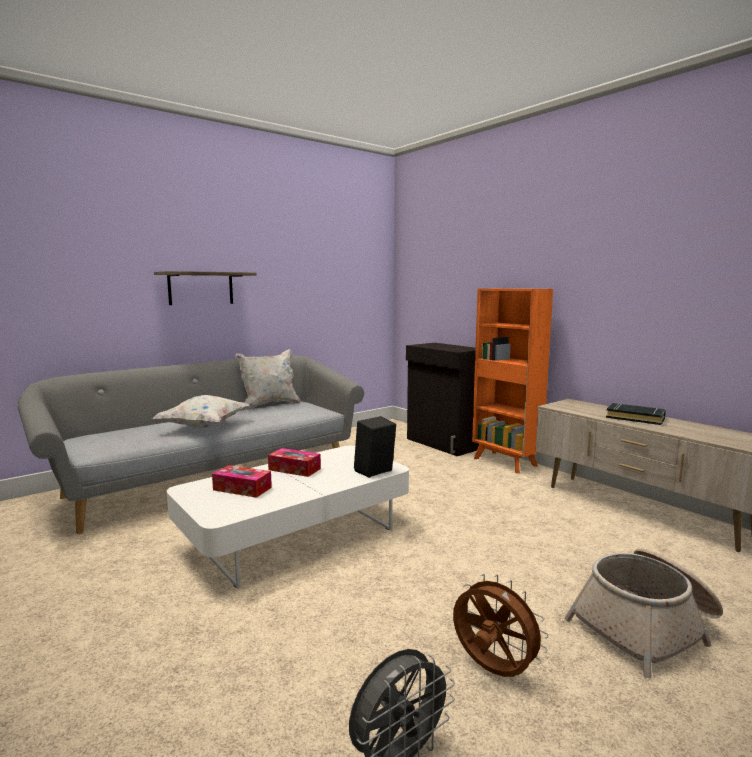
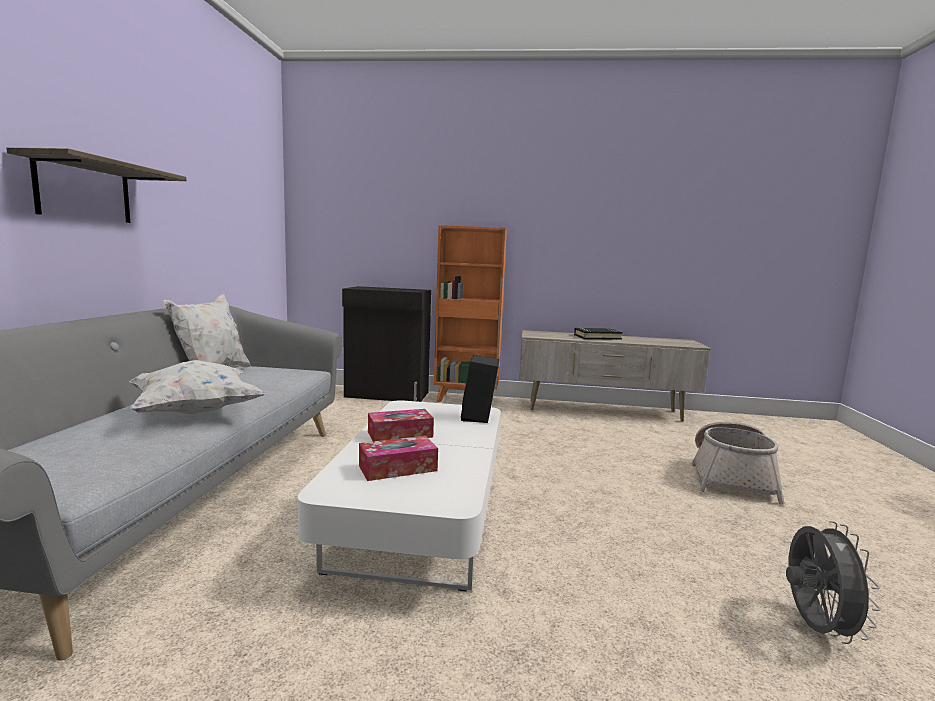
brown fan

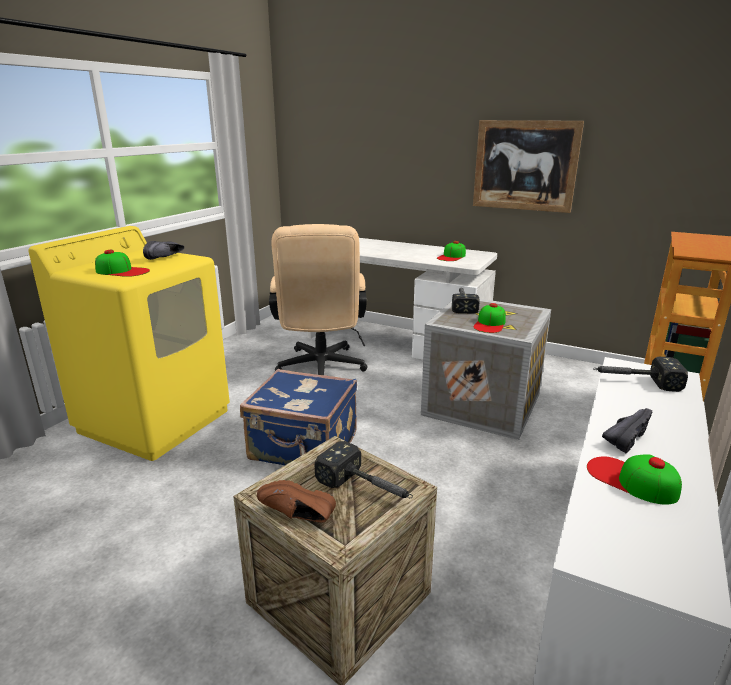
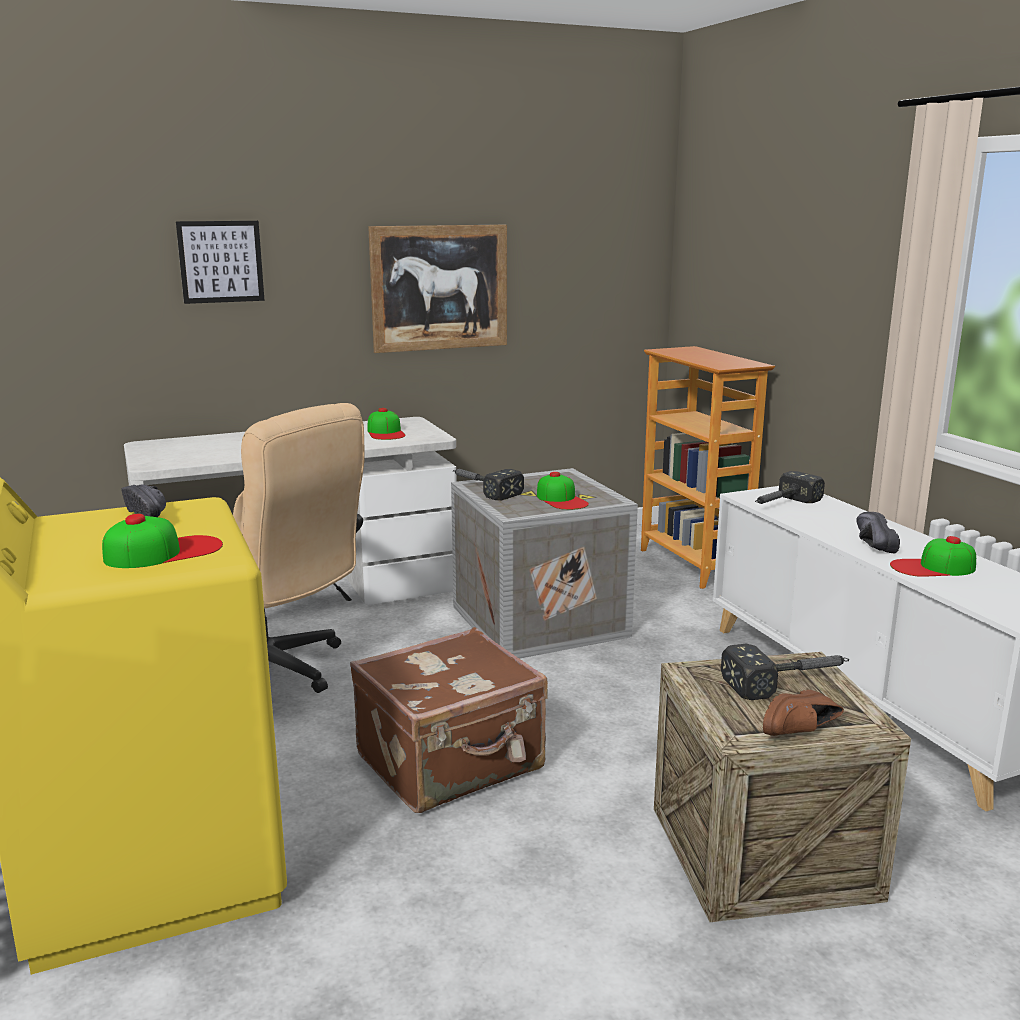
brown suitcase; picture (1st from left)

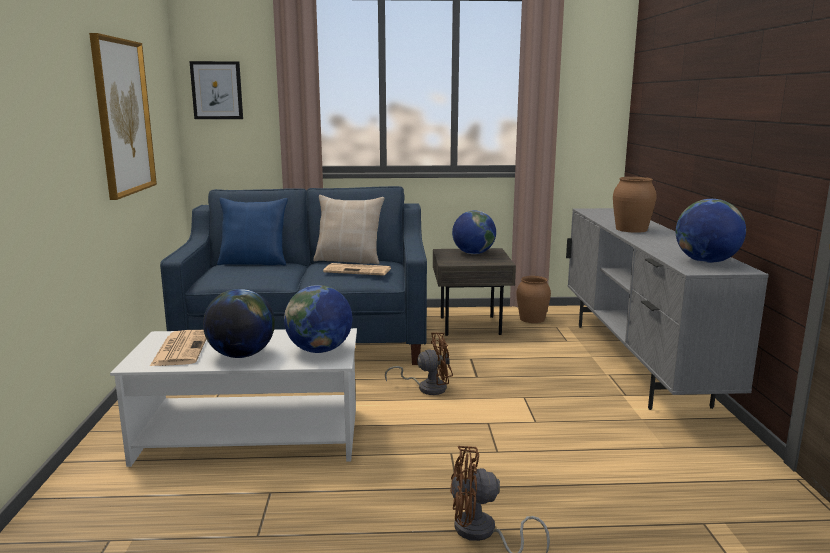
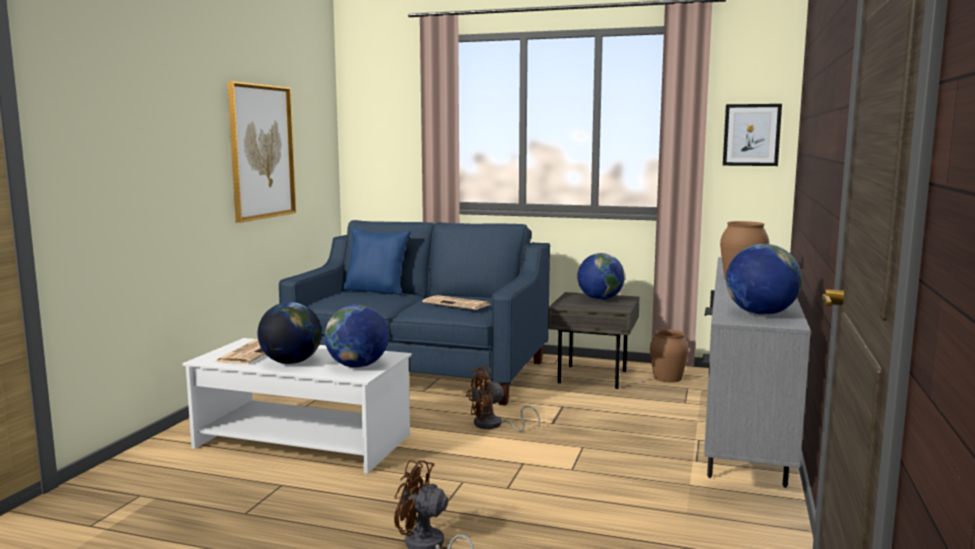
picture (2nd from left); beige pillow; brown fan (2nd from left)

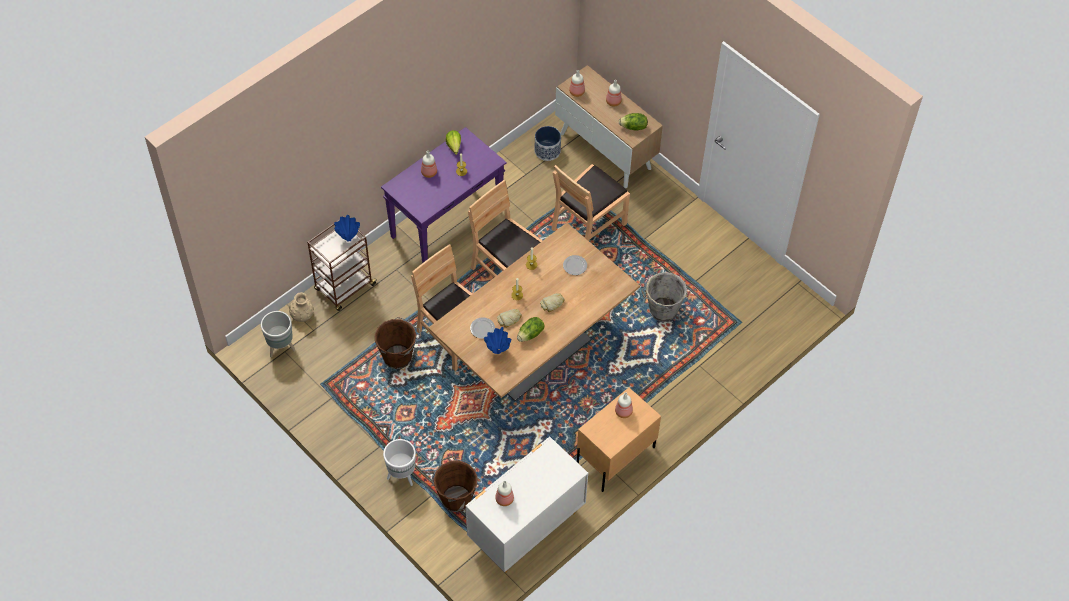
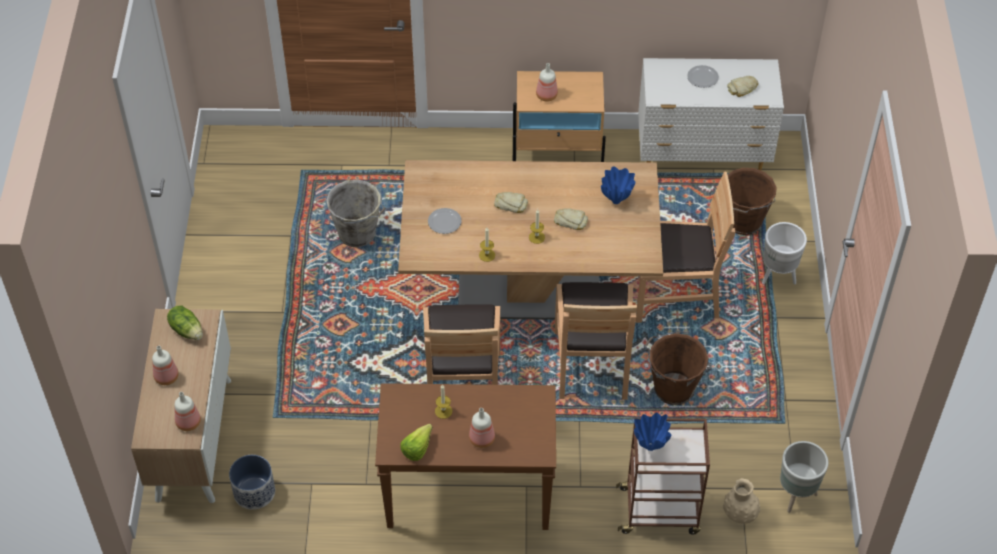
brown console table; brown chair (3rd from left); plate (2nd from left); lettuce (2nd from left in the first image); bread (3rd from left)

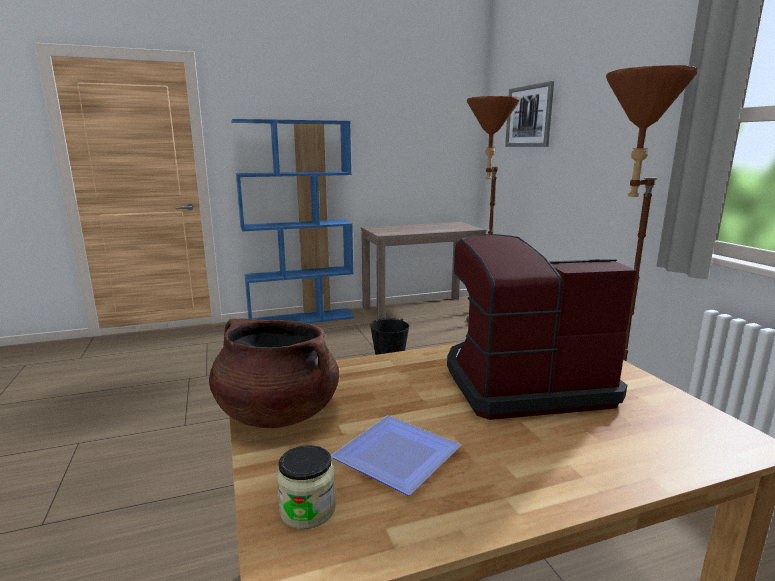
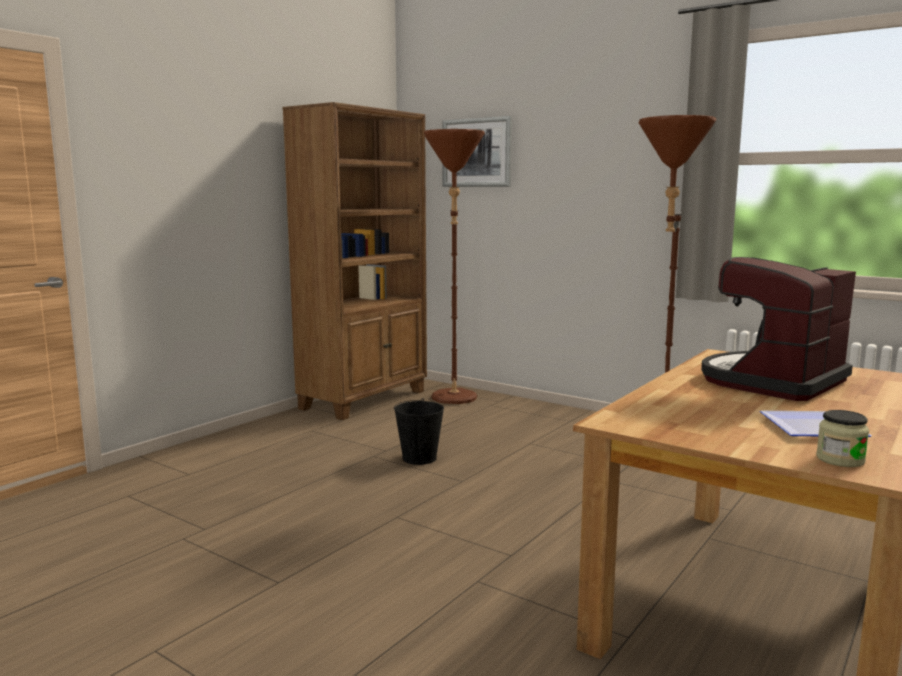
blue bookcase; brown bookcase; brown cooking pot

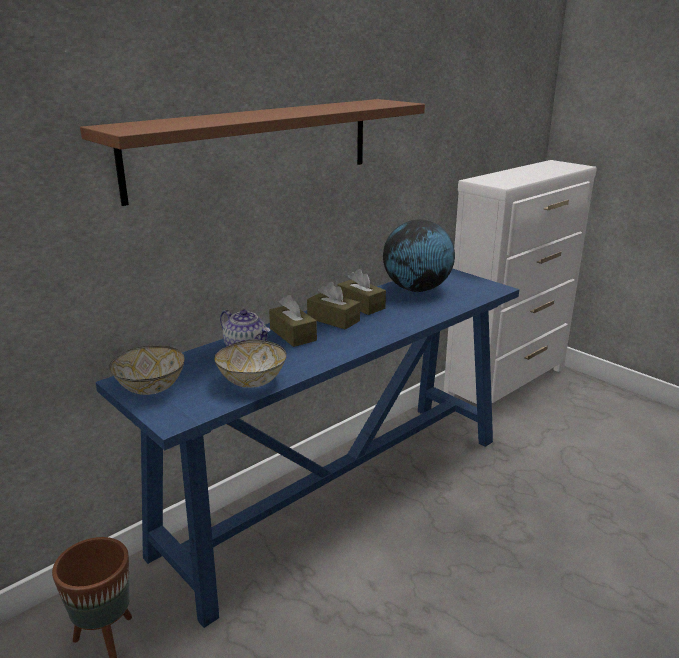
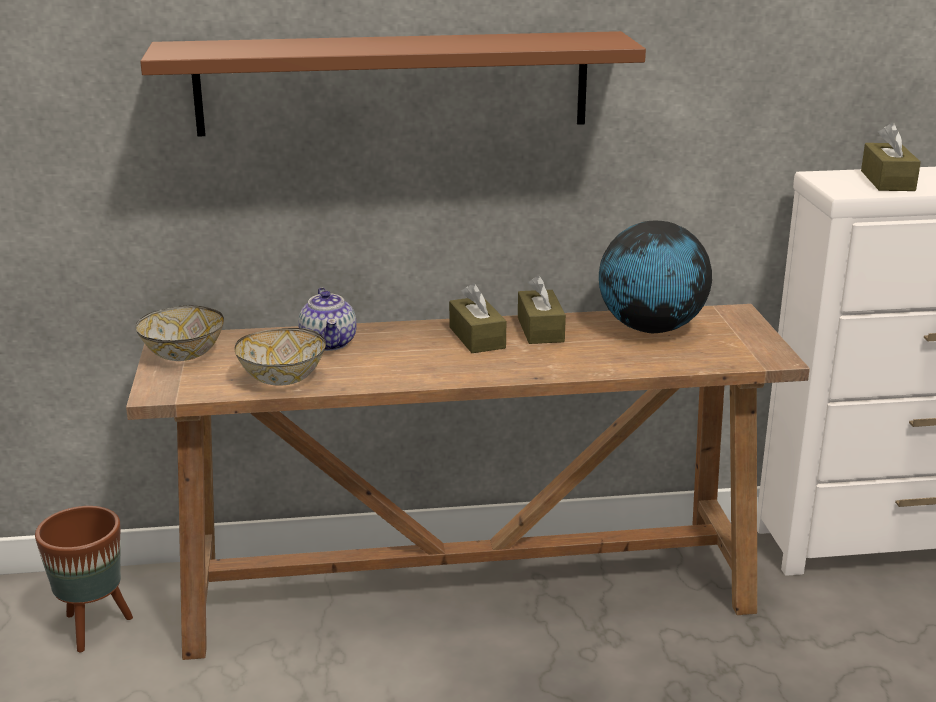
brown console table; brown tissue box (3rd from left)

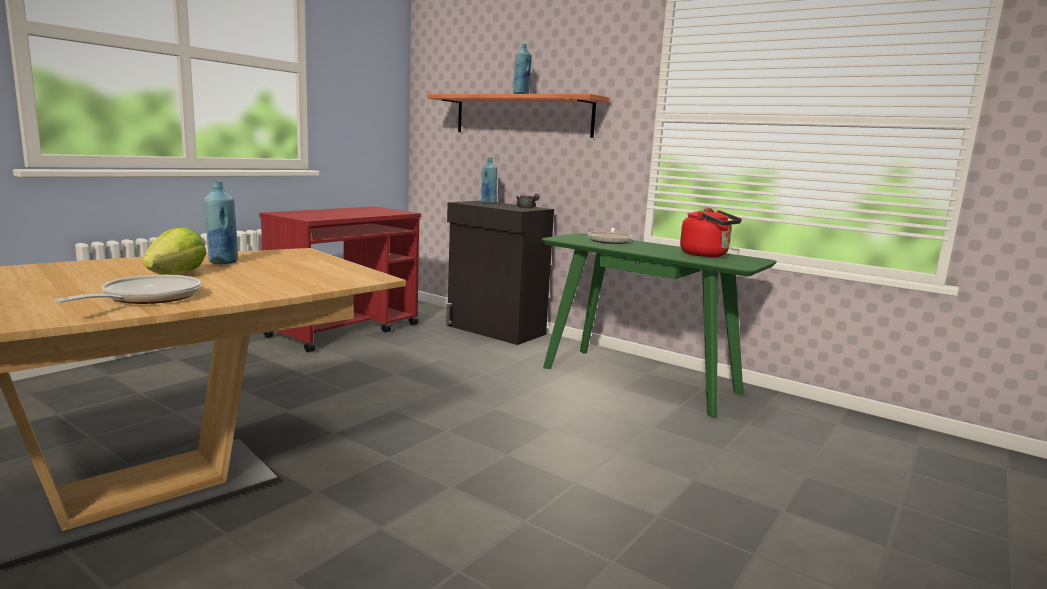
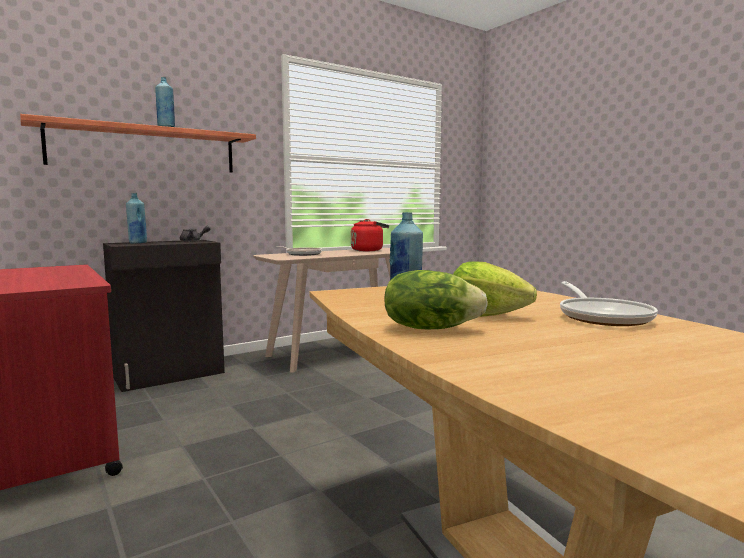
beige console table; frying pan (2nd from left); lettuce (1st from left)

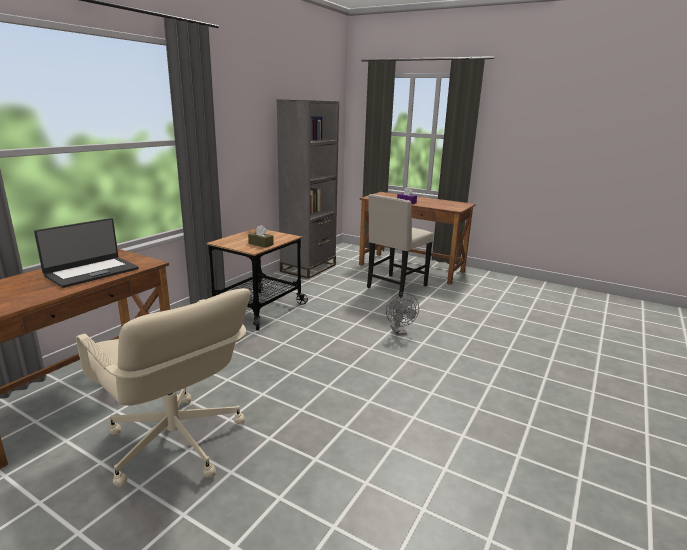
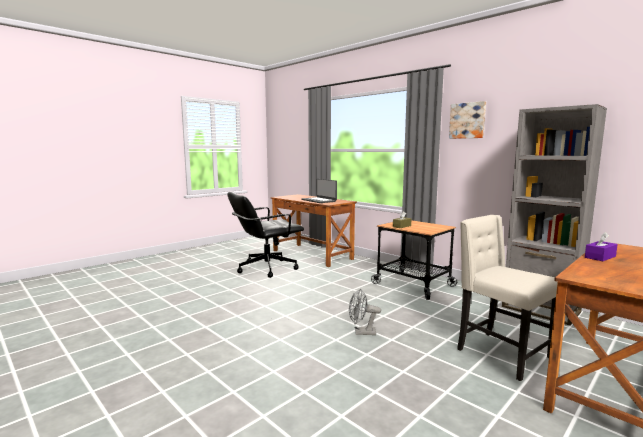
black office chair; picture

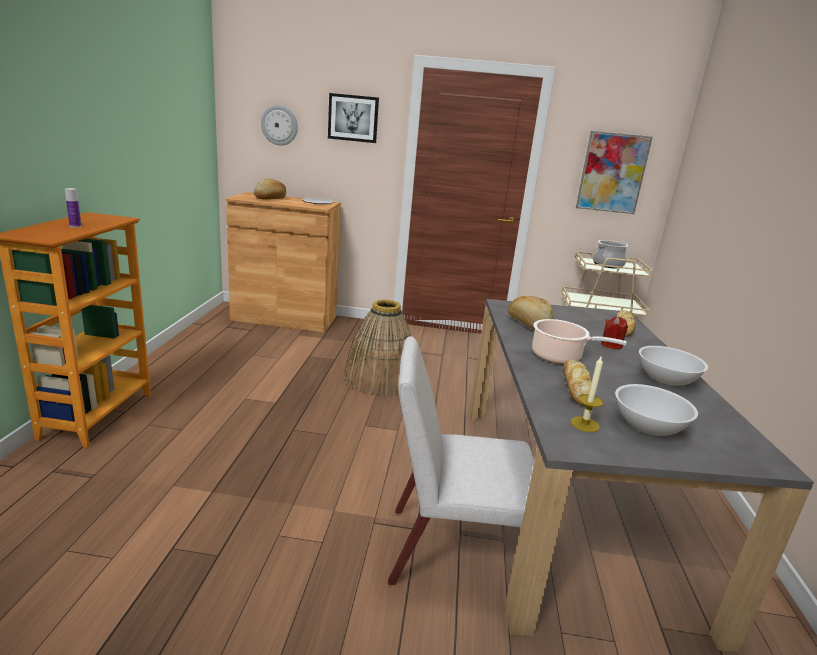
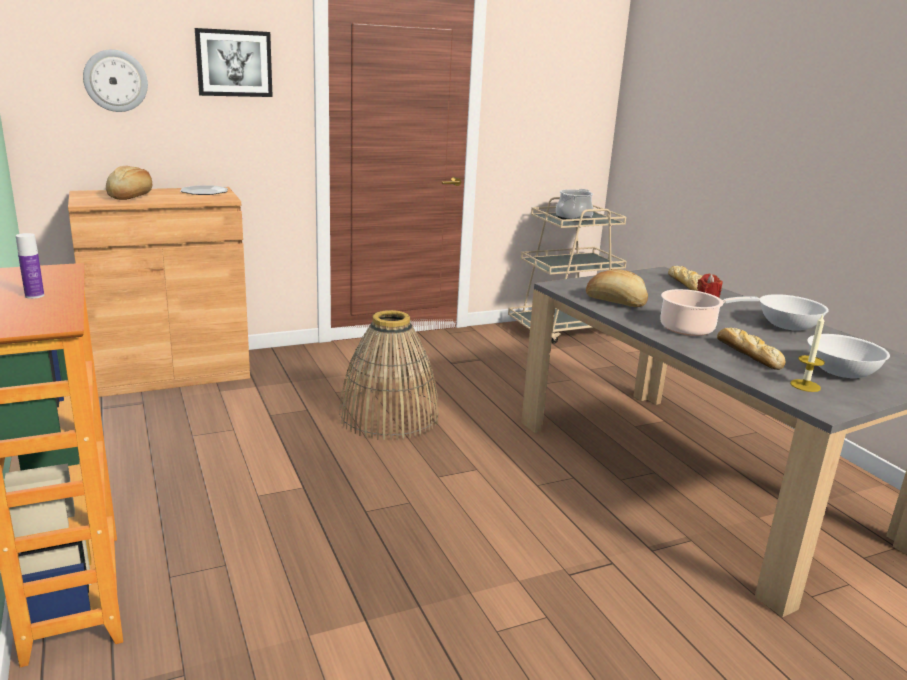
picture (2nd from left in the first image); white chair

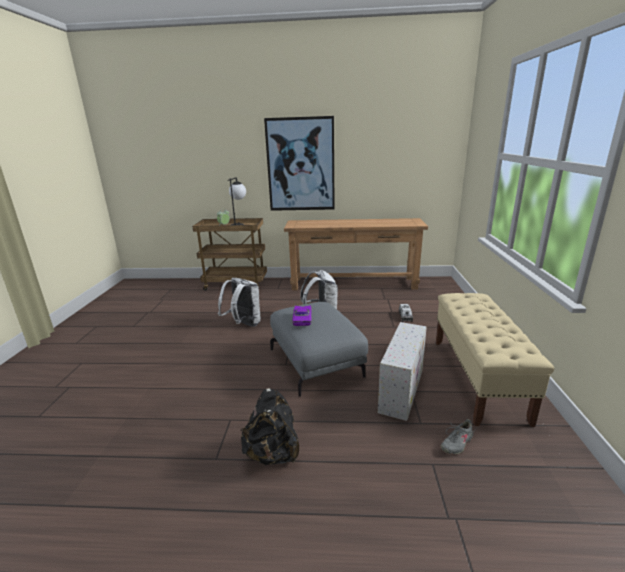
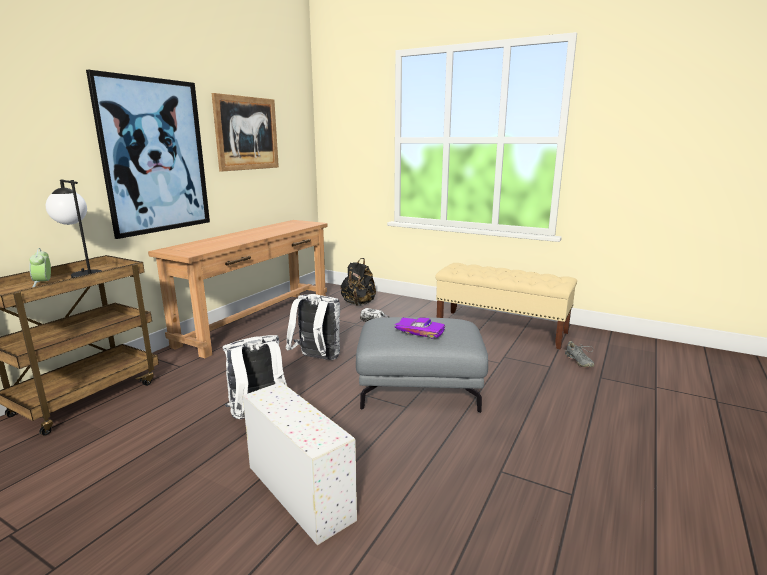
white storage box; black backpack; picture (2nd from left)

